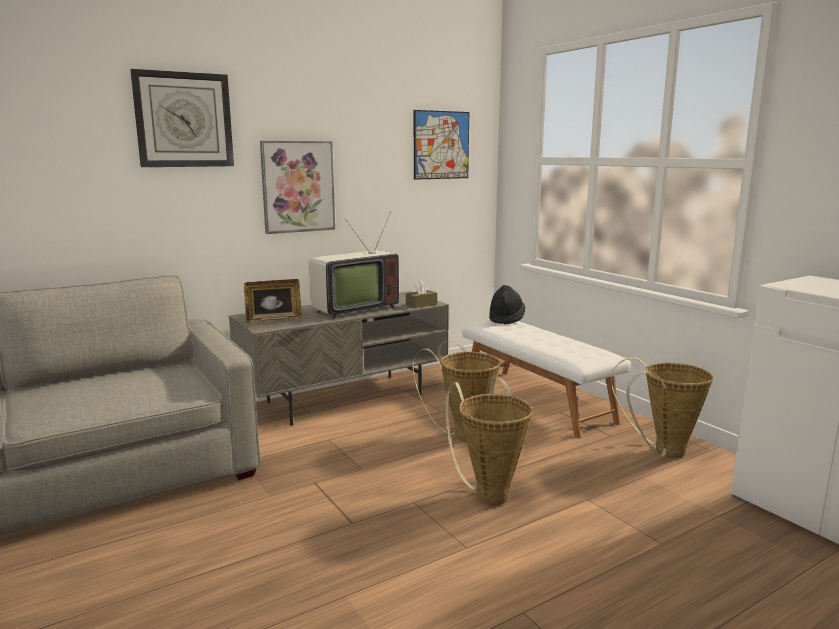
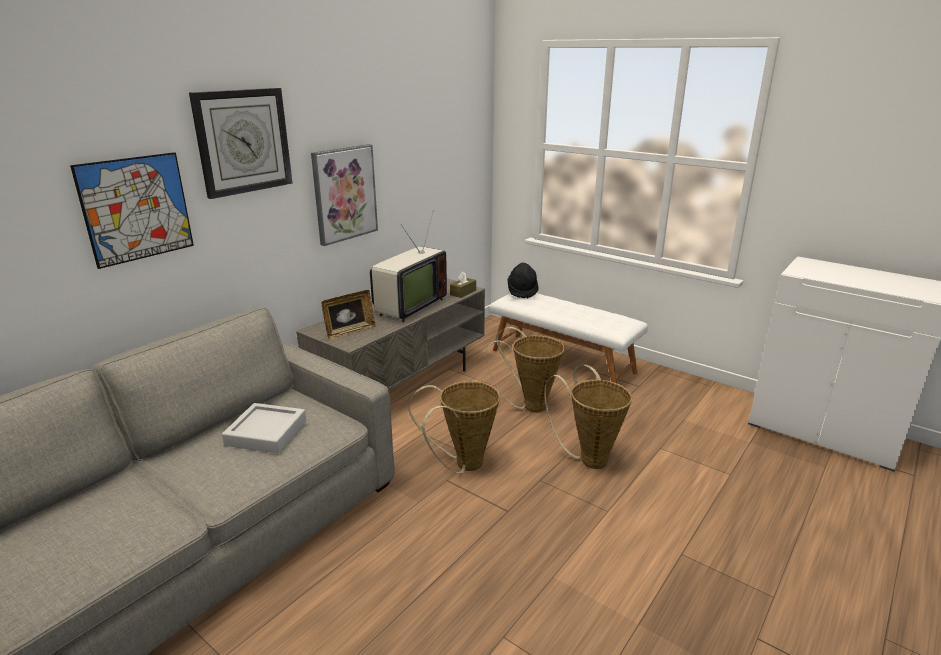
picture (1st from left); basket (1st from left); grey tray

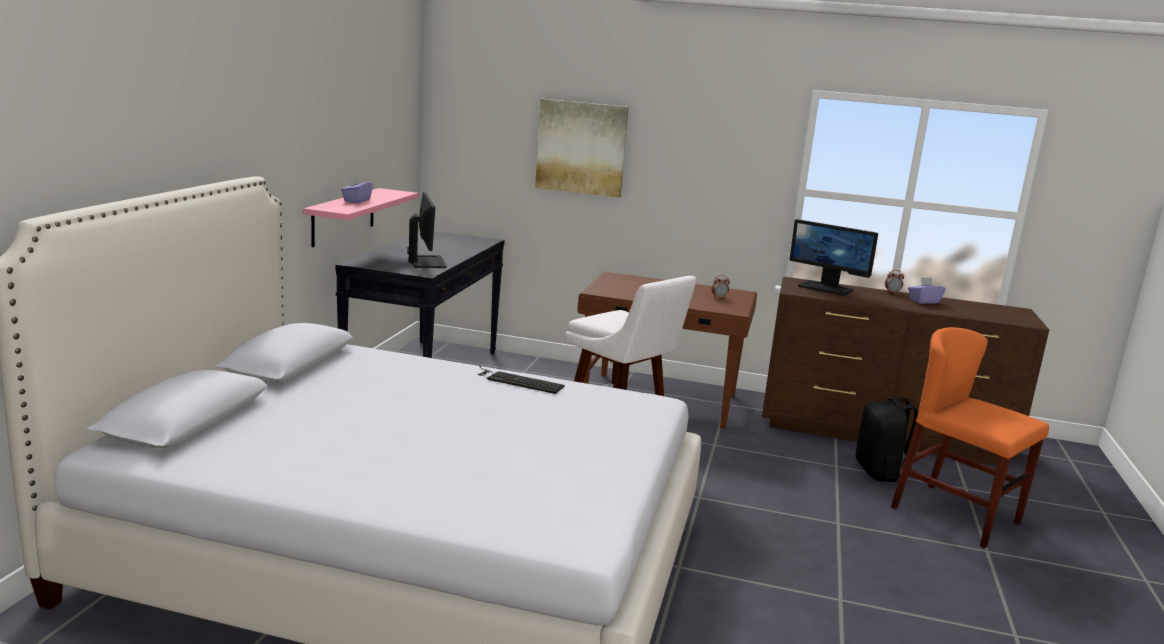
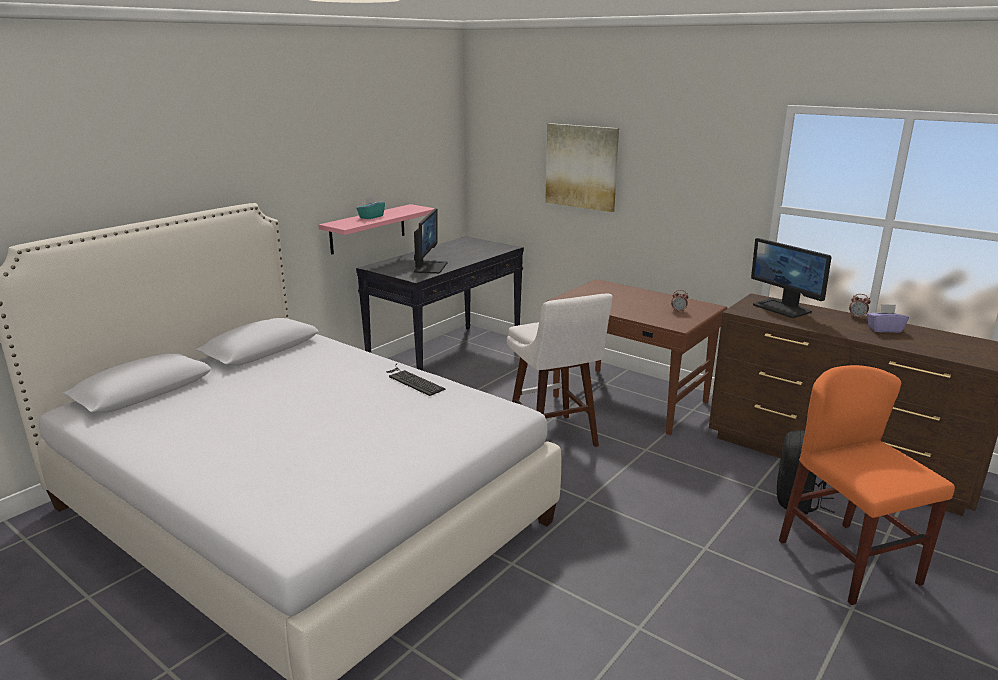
turquoise tissue box

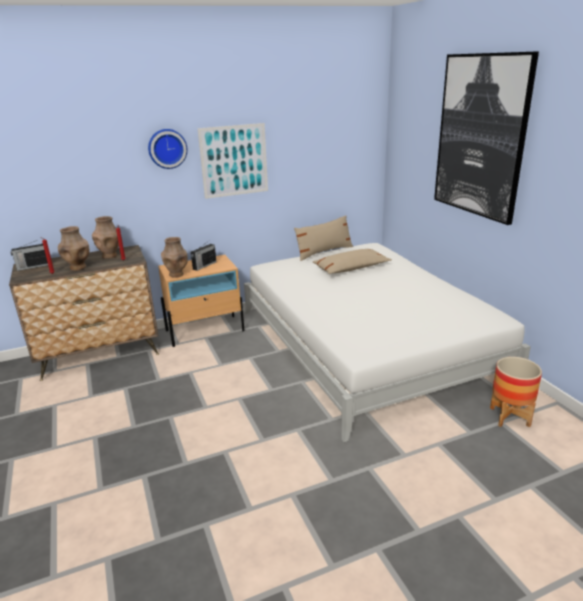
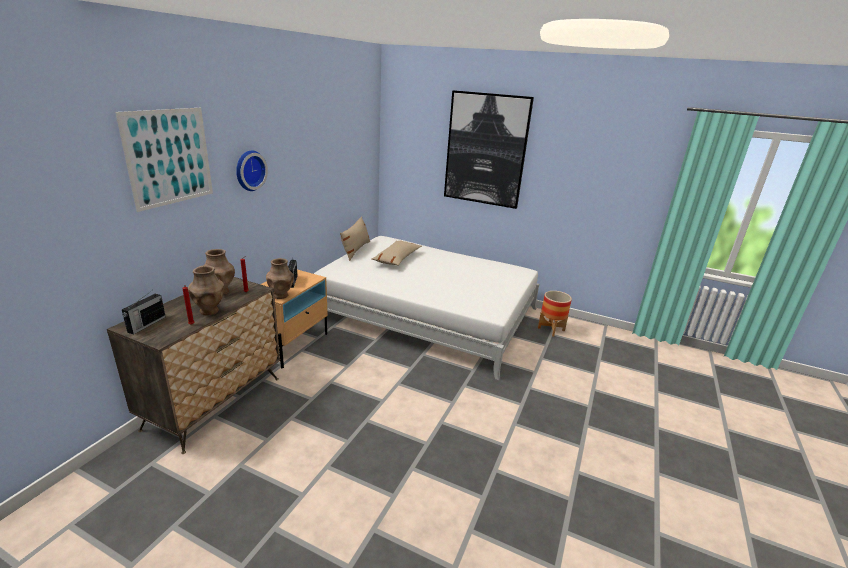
picture (1st from left)

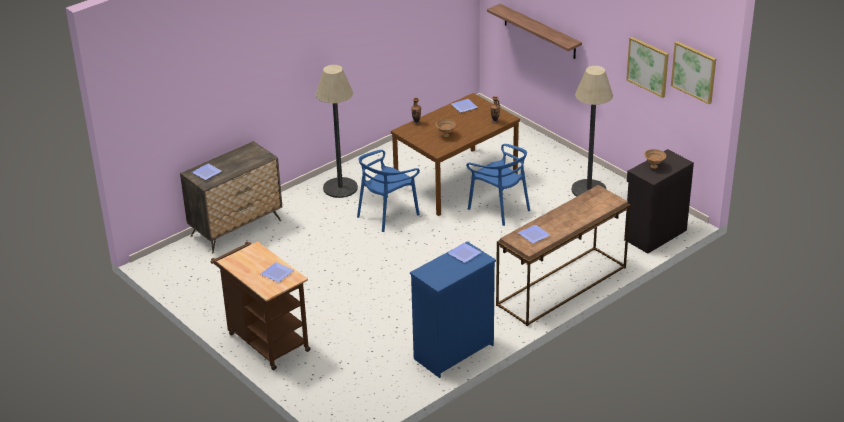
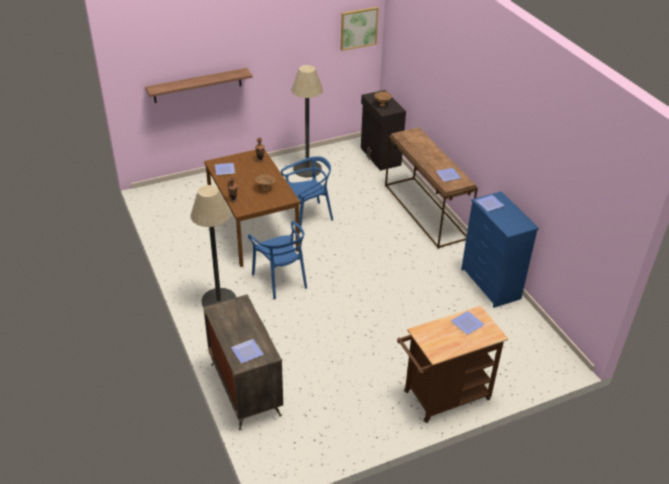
picture (1st from left in the first image)

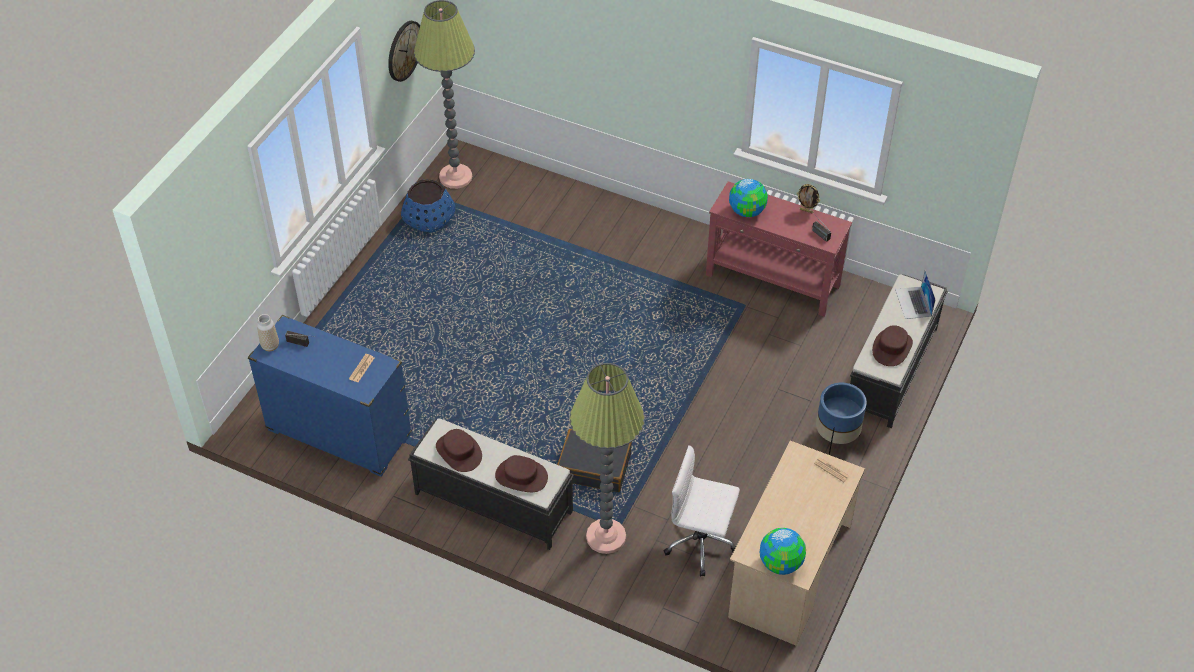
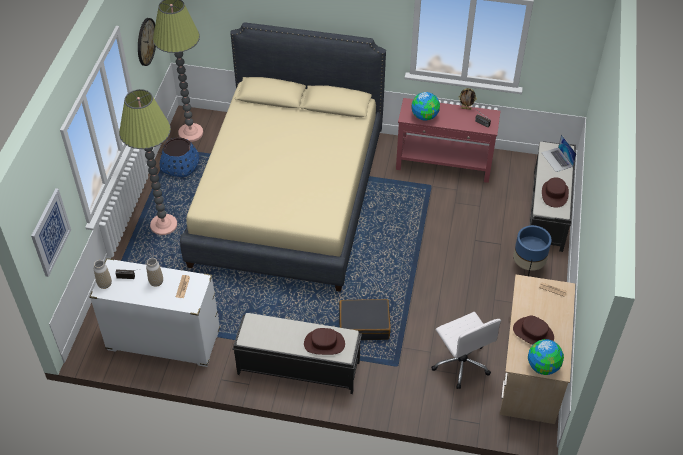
white dresser; floor lamp (1st from left); brown hat (2nd from left); white office chair; beige bed; picture; vase (2nd from left)

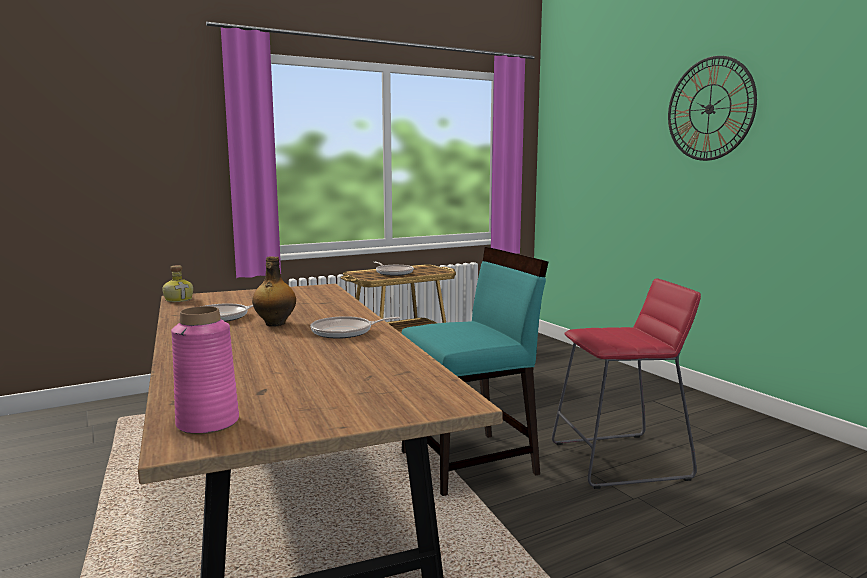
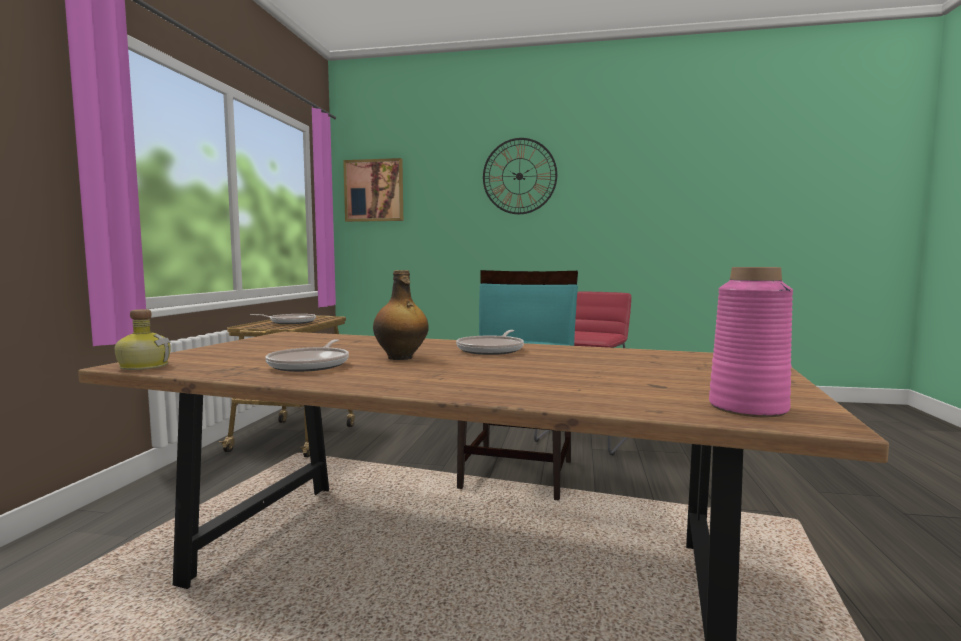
picture

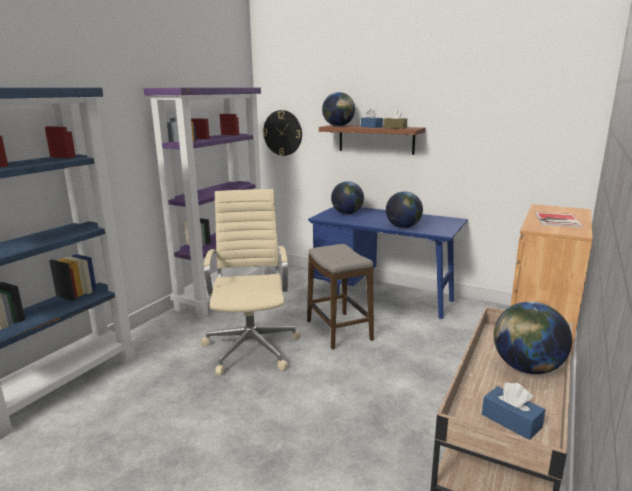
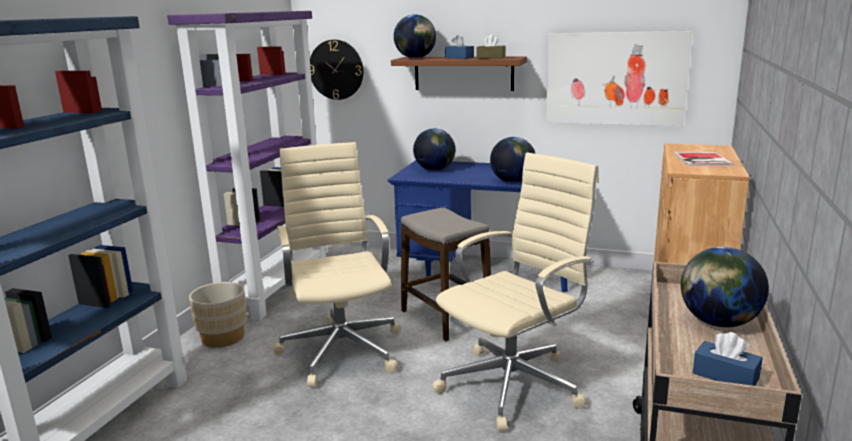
picture; beige office chair (2nd from left); beige planter

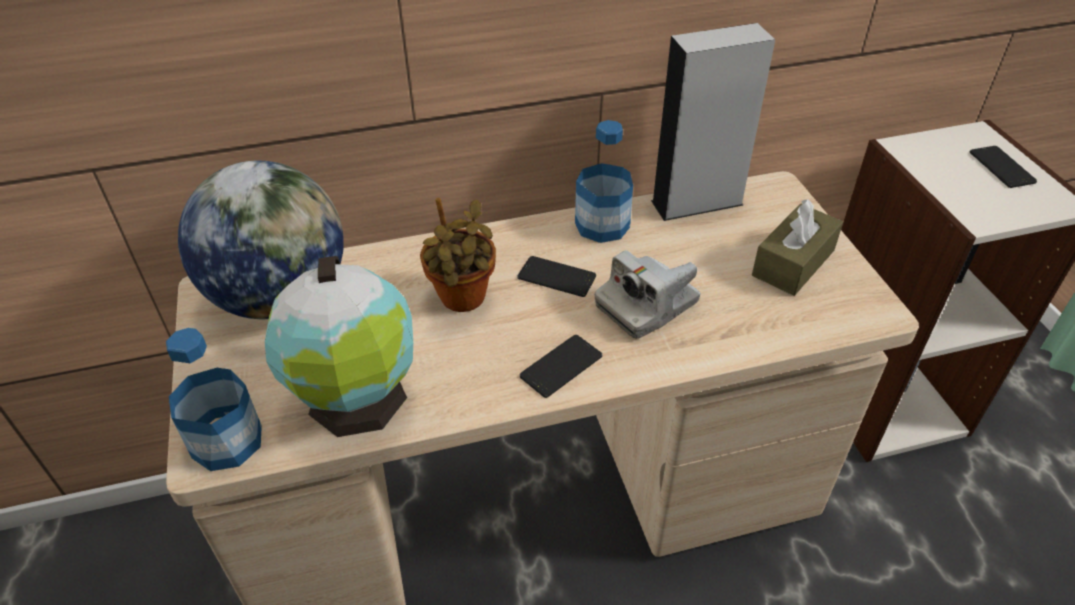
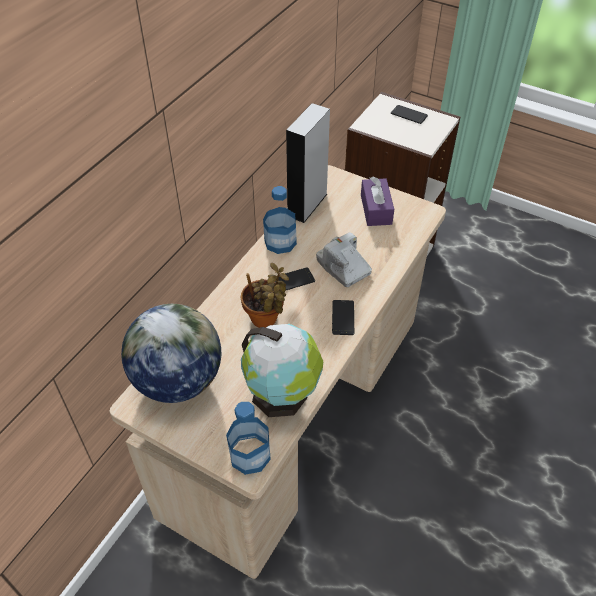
purple tissue box; photo camera

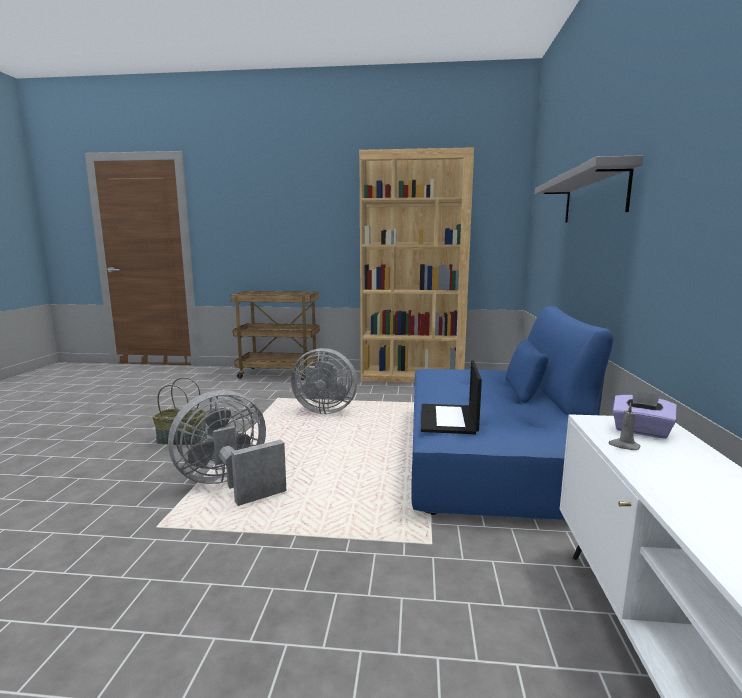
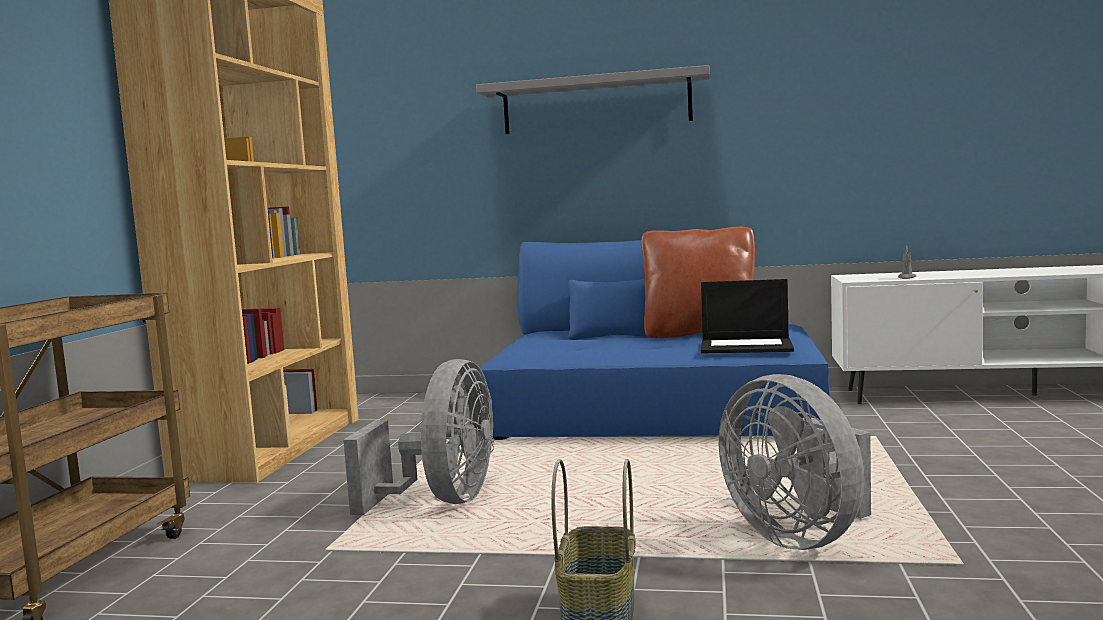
purple tissue box; brown pillow

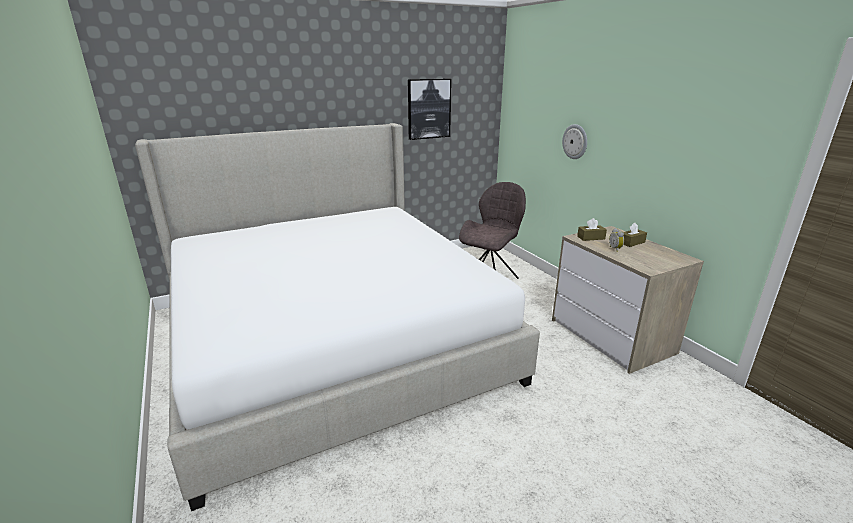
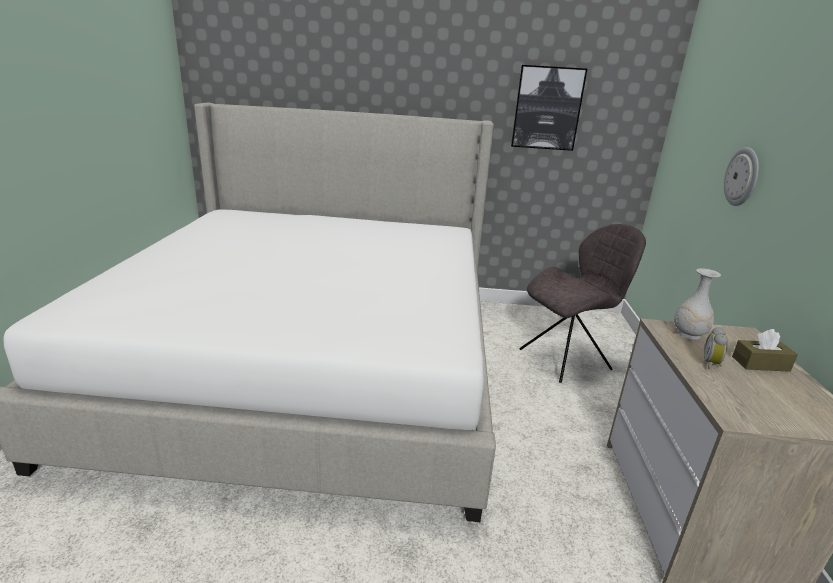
white vase

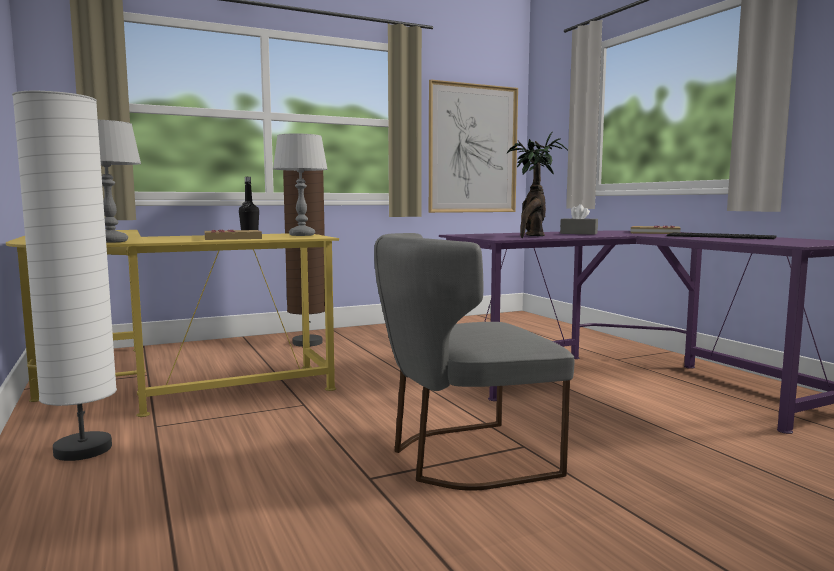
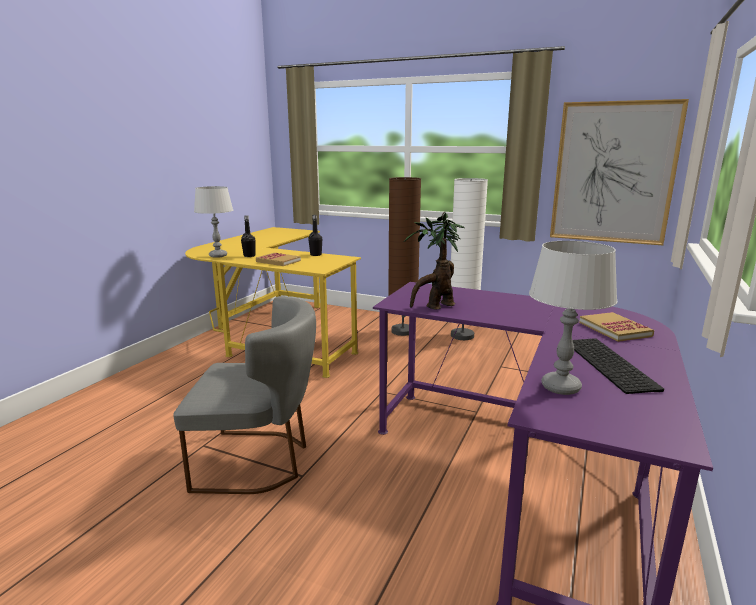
white floor lamp; grey table lamp (2nd from left); grey tissue box; grey chair; black bottle (1st from left)

